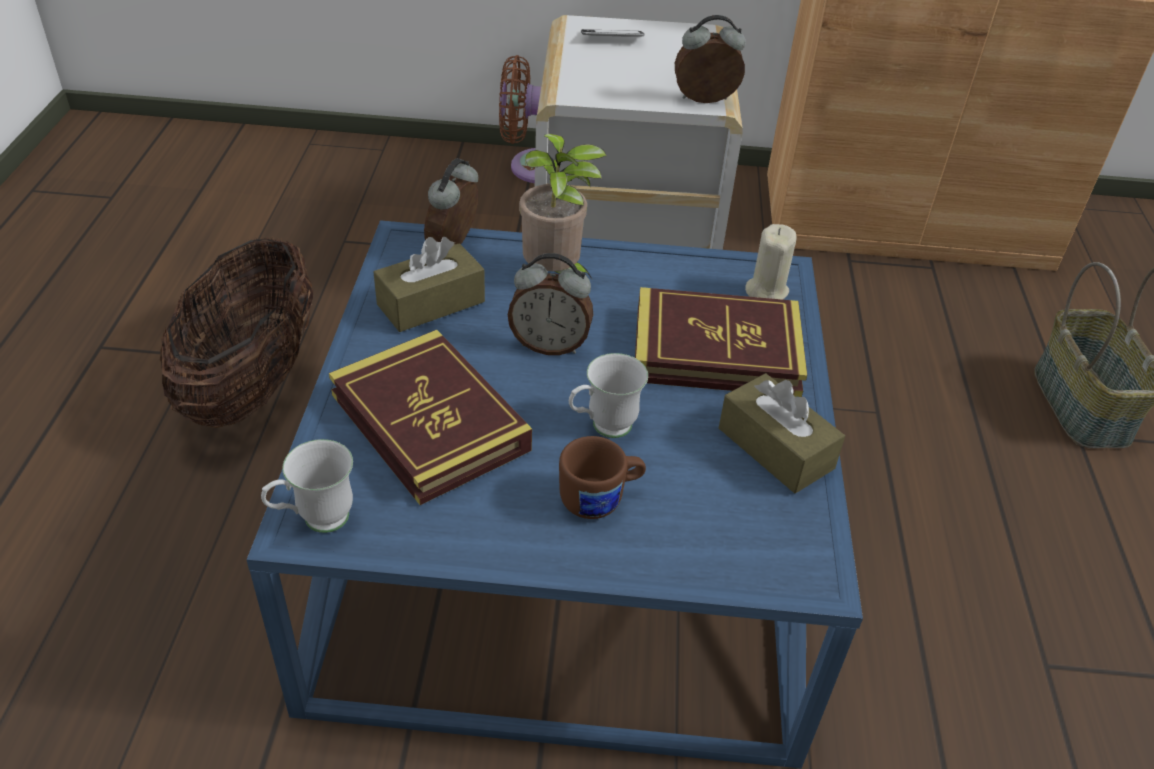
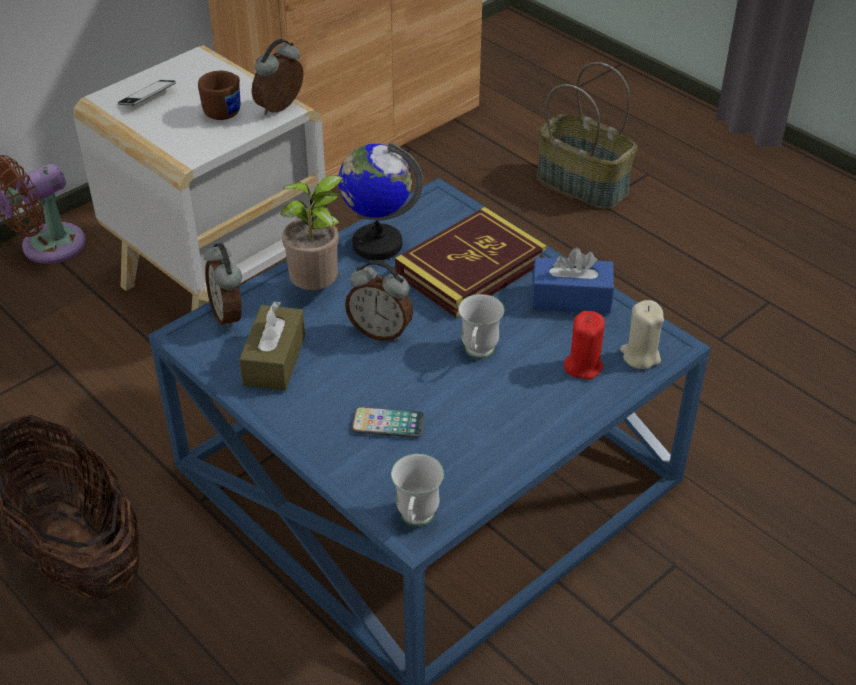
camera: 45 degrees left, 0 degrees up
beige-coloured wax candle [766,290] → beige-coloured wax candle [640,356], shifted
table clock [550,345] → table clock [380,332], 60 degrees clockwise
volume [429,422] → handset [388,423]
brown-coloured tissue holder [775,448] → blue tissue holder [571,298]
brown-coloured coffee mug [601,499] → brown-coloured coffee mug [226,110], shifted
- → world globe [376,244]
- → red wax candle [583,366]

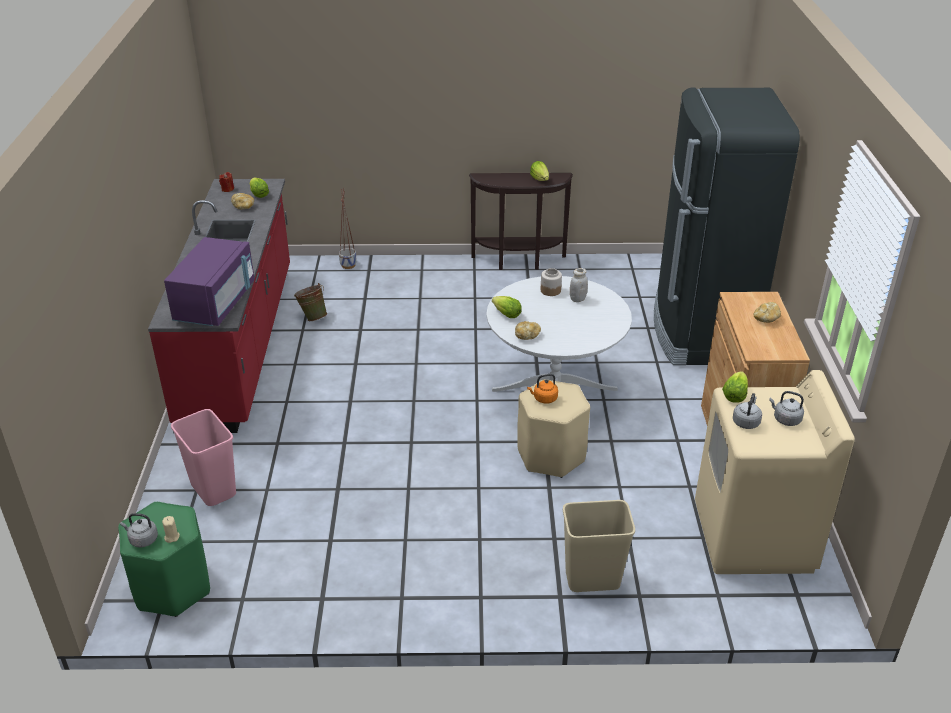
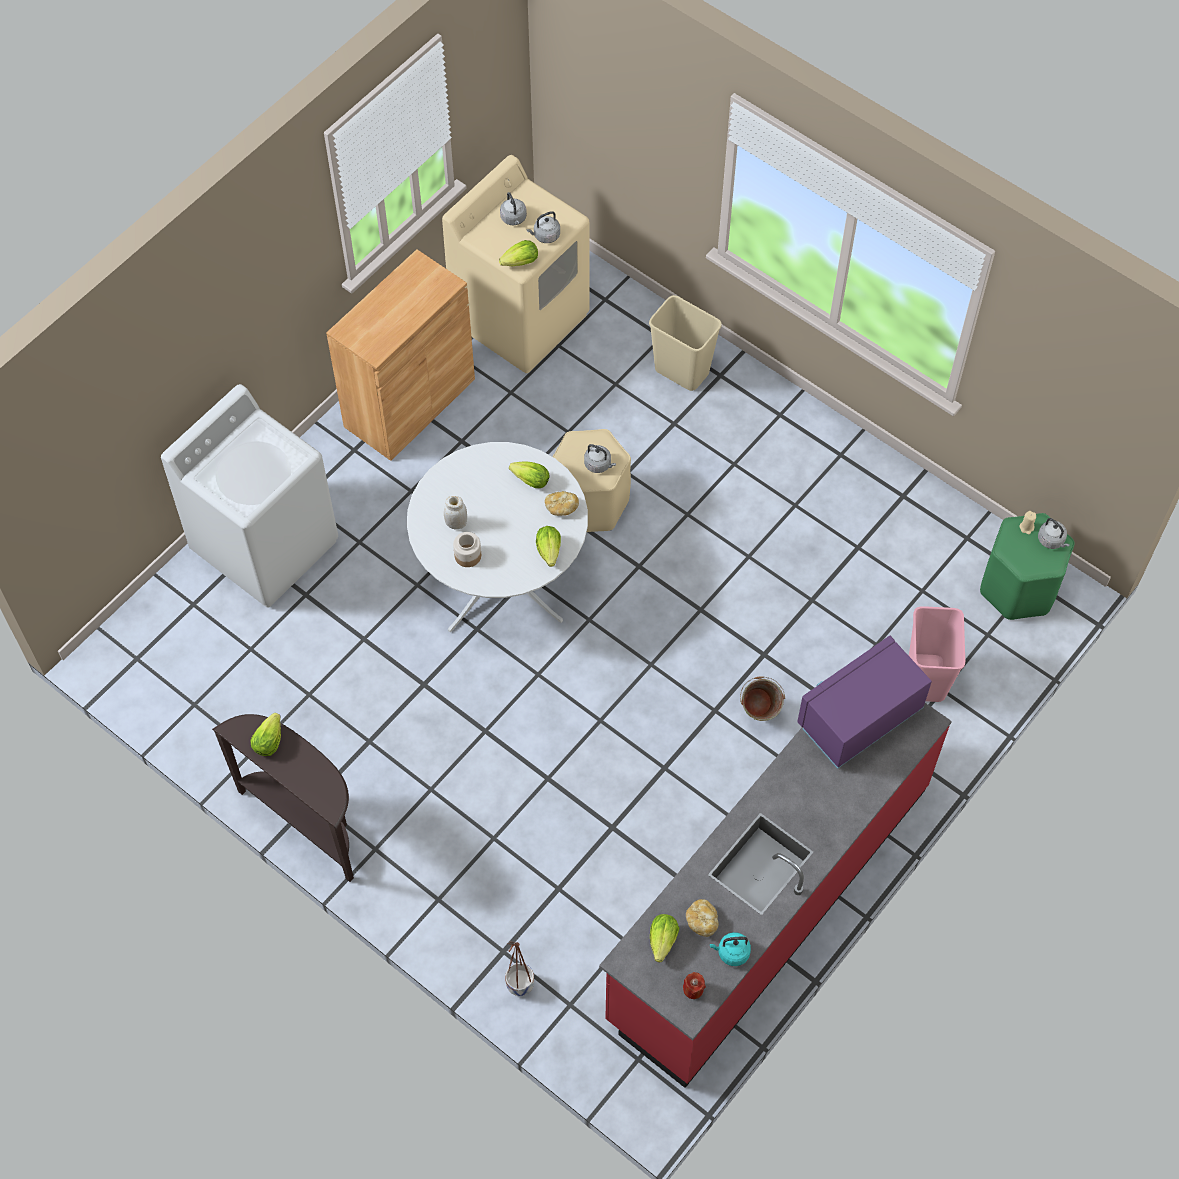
camera: 140 degrees left, 25 degrees up
blackish fridge [701,334] → white washing machine [266,545]
green pail [312,317] → green pail [758,715], shifted
bread [766,319] → -
orange kettle [544,399] → greyish kettle [599,465]
- → lettuce [531,481]
- → turquoise-coloured kettle [731,953]

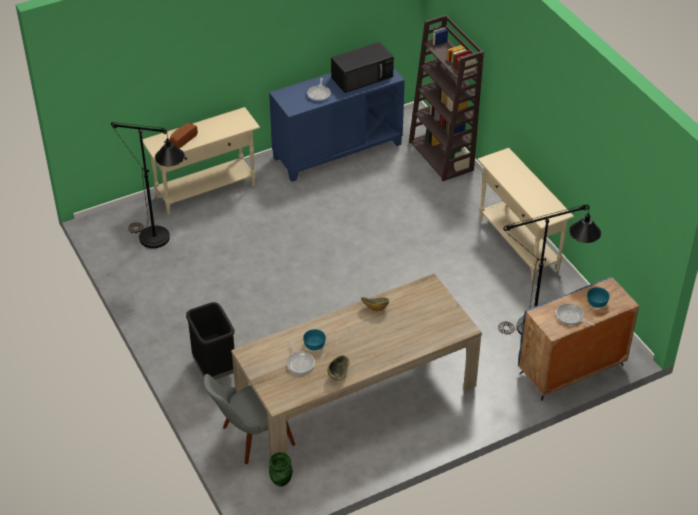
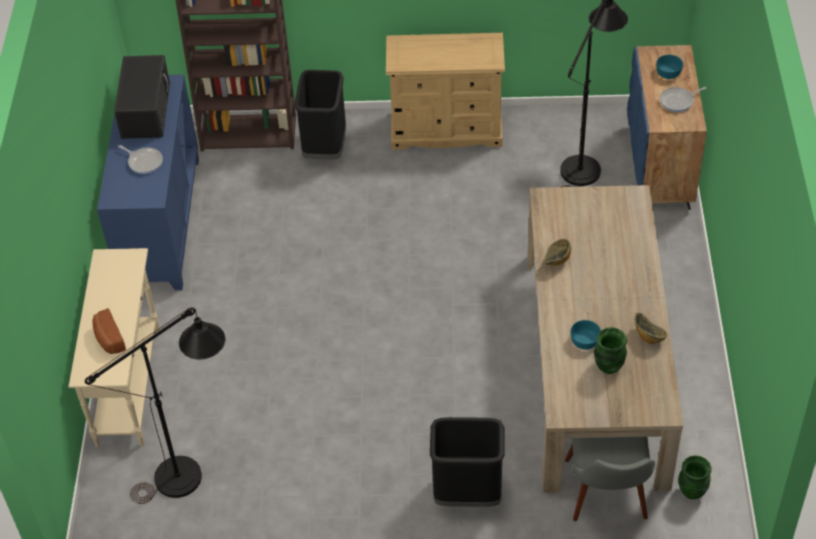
camera: 60 degrees left, 5 degrees up
beige-coloured hall table [518,245] → beige-coloured drawer chest [446,129]
pan [300,363] → green decorative vase [608,366]
- → blackish rubbish bin [324,148]

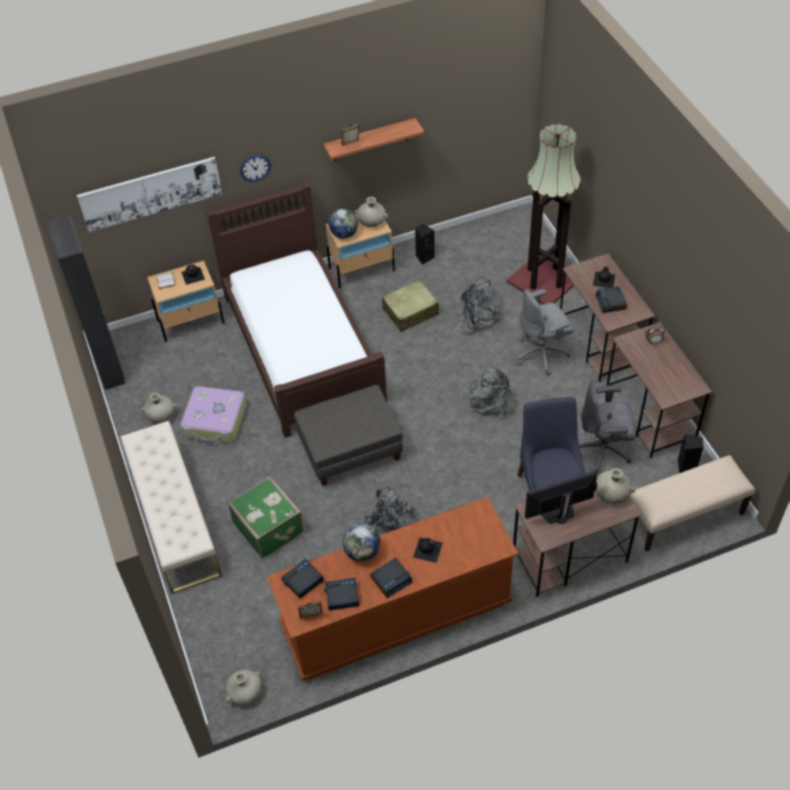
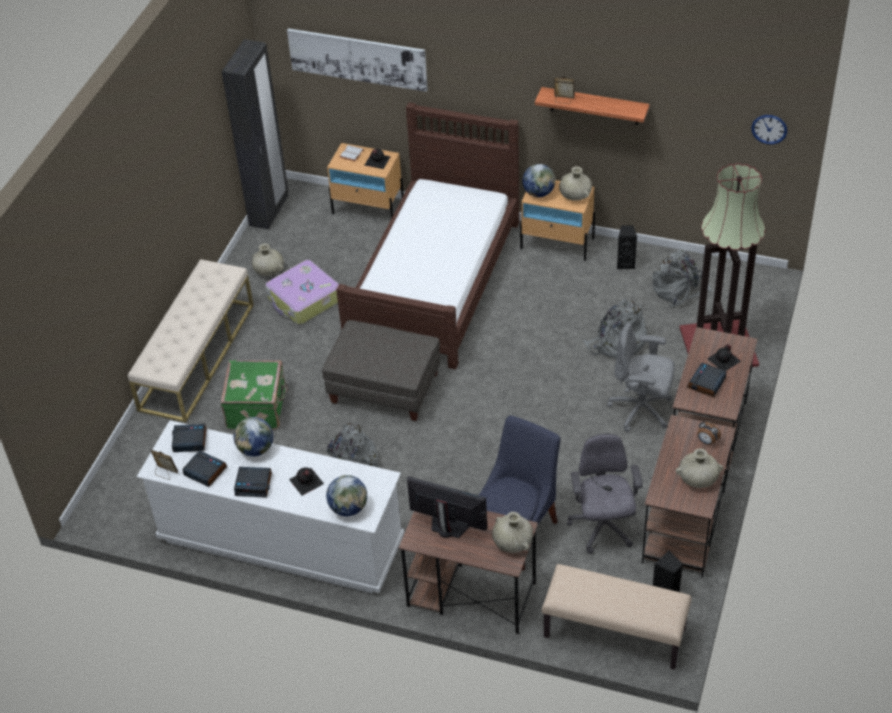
camera: 40 degrees right, 5 degrees down
wall clock [255,168] → wall clock [769,129], shifted
beige-coloured suitcase [410,312] → -
greyish backpack [492,399] → greyish backpack [679,289], shifted
greyish desk chair [603,451] → greyish desk chair [603,528], 45 degrees clockwise
brown-coloured drawer chest [396,614] → white drawer chest [281,540]
beige-coloured decorative vase [245,692] → beige-coloured decorative vase [698,479], shifted
- → world globe [348,508]

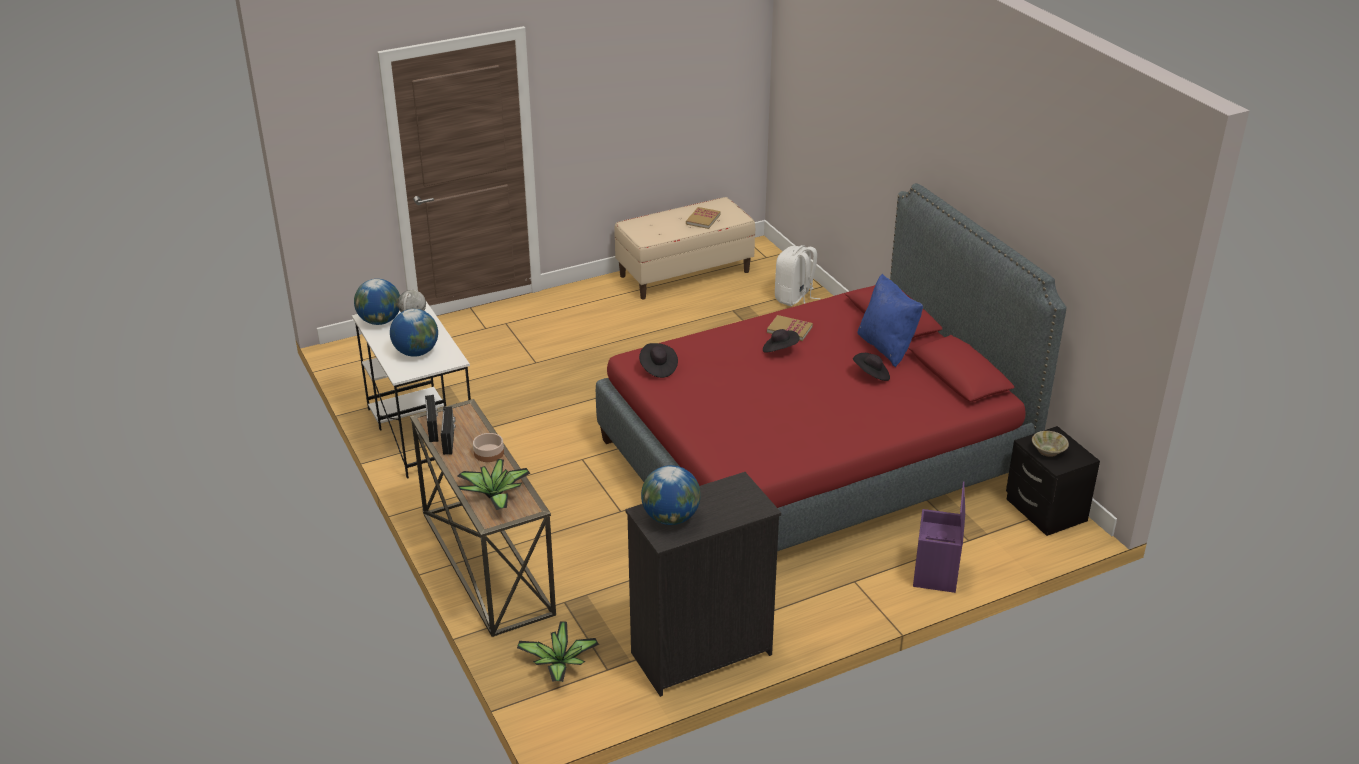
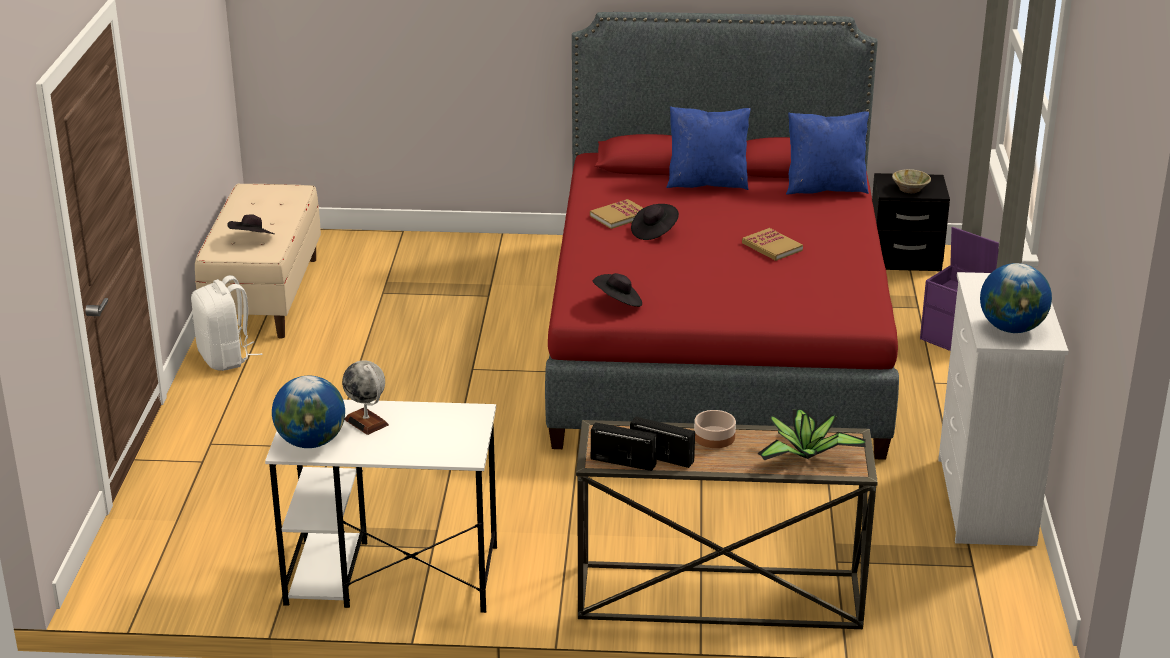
camera: 60 degrees left, 5 degrees down
volume [703,219] → volume [772,247], shifted
white backpack [795,298] → white backpack [226,358], shifted
world globe [416,352] → -
blackish hat [871,375] → blackish hat [252,239], shifted
blackish drawer chest [699,653] → white drawer chest [984,502]
plant in a pot [560,664] → -
- → blue throw pillow [825,188]

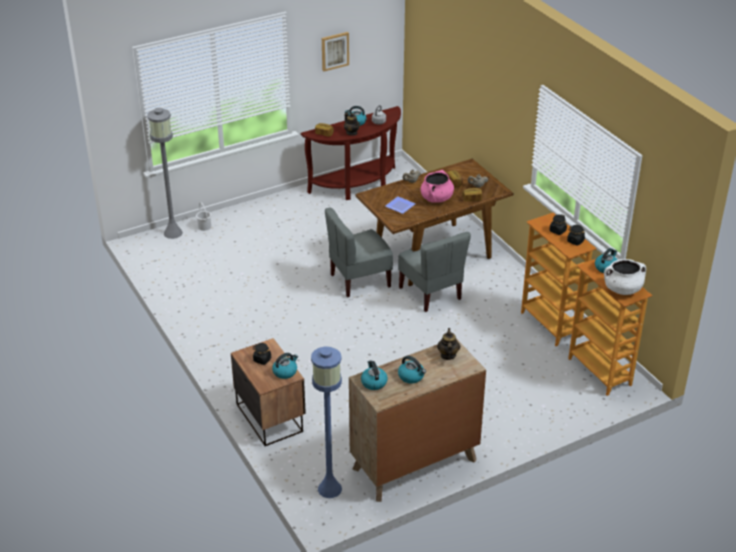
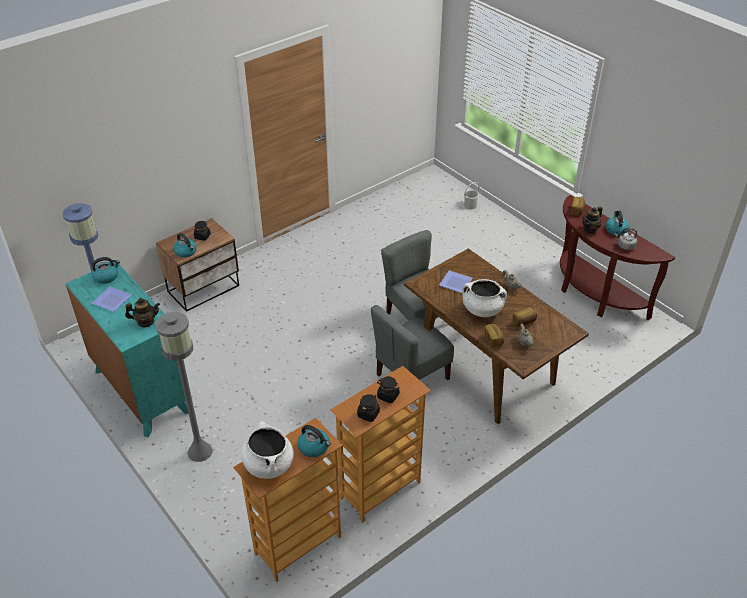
camera: 80 degrees right, 5 degrees up
wall picture [334,51] → -
greyish standing lamp [173,233] → greyish standing lamp [200,451], shifted
pinkish stockpot [436,198] → white stockpot [482,310]
brown-coloured drawer chest [414,464] → turquoise-coloured drawer chest [142,391]
kettle [411,376] → flat dish [113,300]

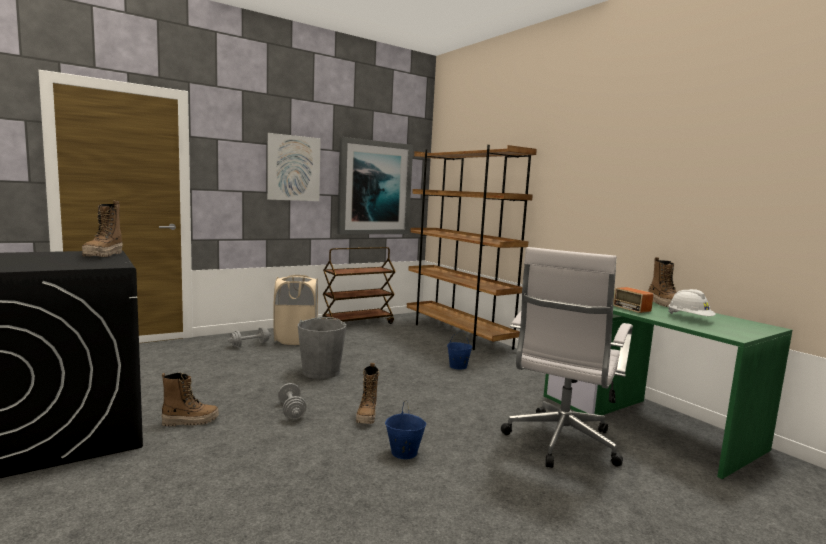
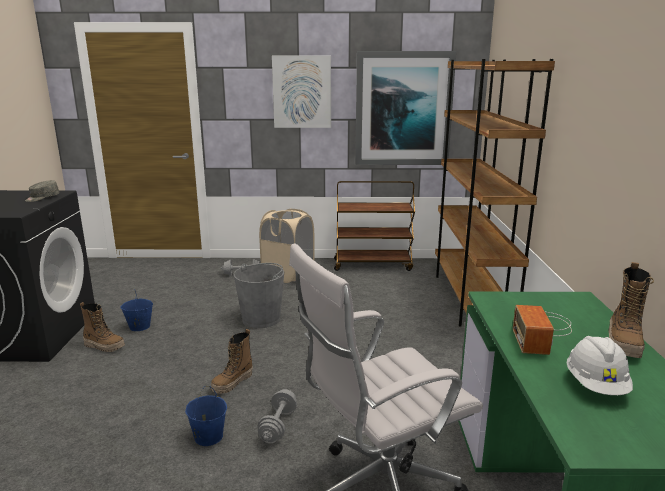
camera: 35 degrees right, 10 degrees up
high-top boot [104,255] → greyish cap [42,198]
blue pail [458,366] → blue pail [139,327], shifted
greyish hand weight [291,411] → greyish hand weight [278,426], shifted

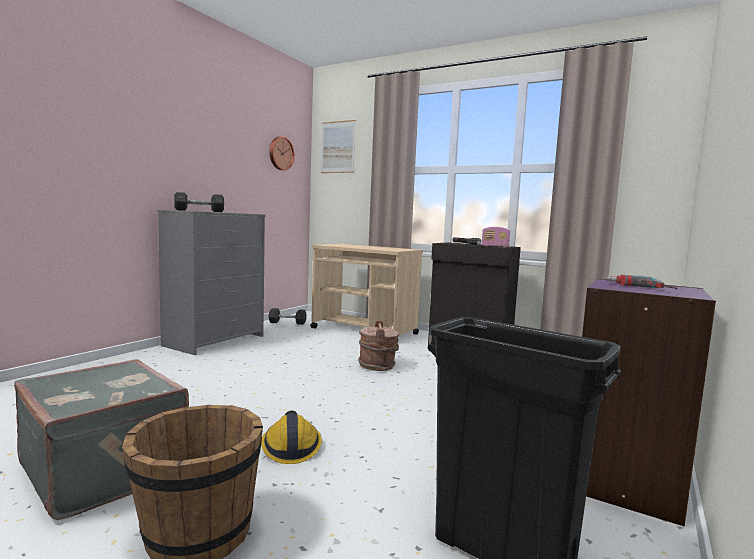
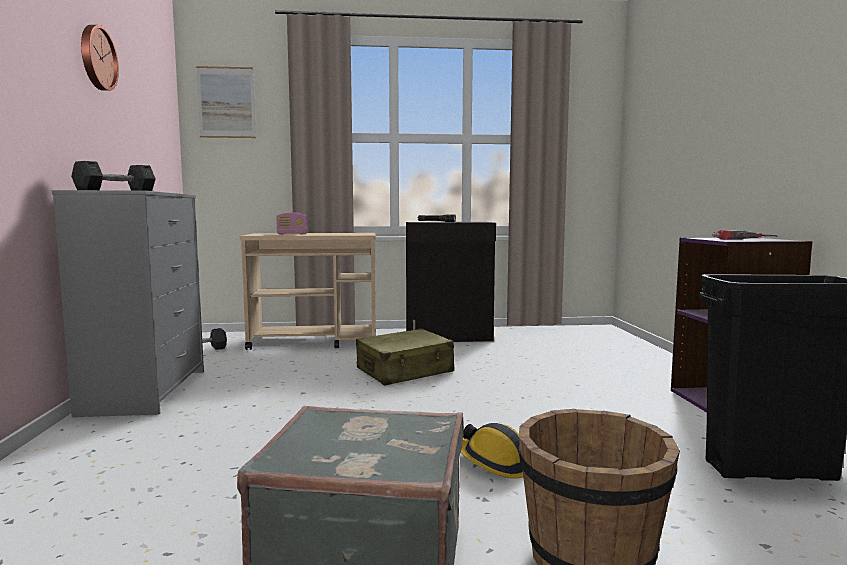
camera: 35 degrees left, 0 degrees up
wall clock [280,153] → wall clock [96,58], shifted
radio [495,246] → radio [291,234], shifted
brown-coloured pail [377,366] → beige-coloured suitcase [405,371]

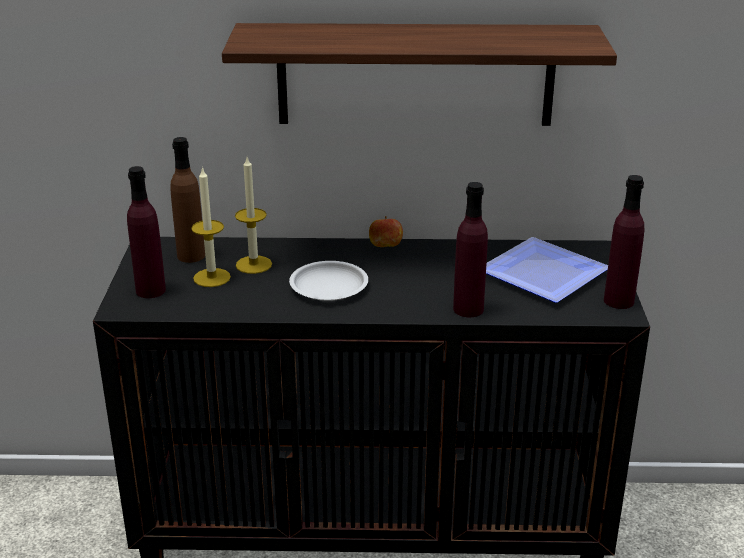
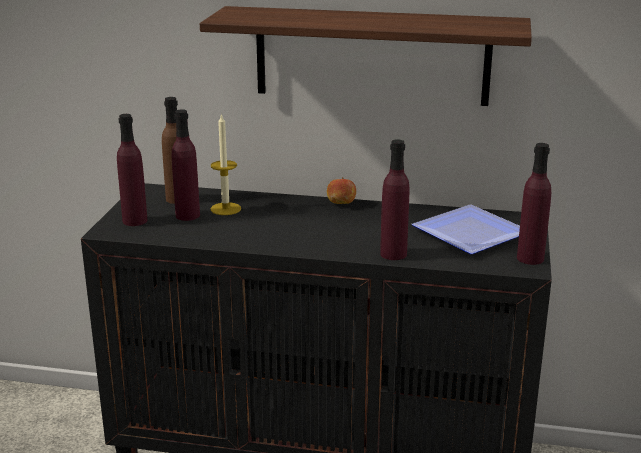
camera: 10 degrees right, 5 degrees down
wax candle [212,277] → purple-coloured bottle [187,215]
white flat dish [328,286] → -

